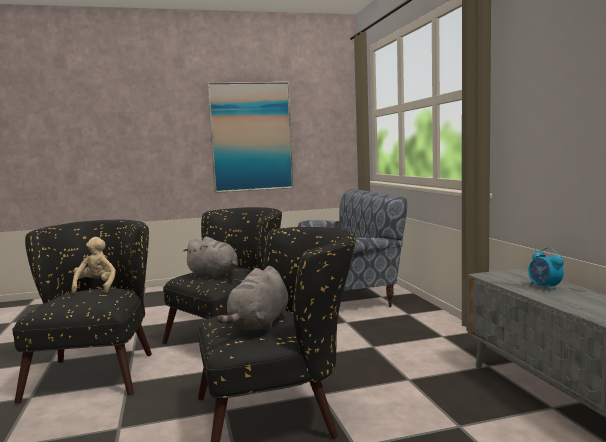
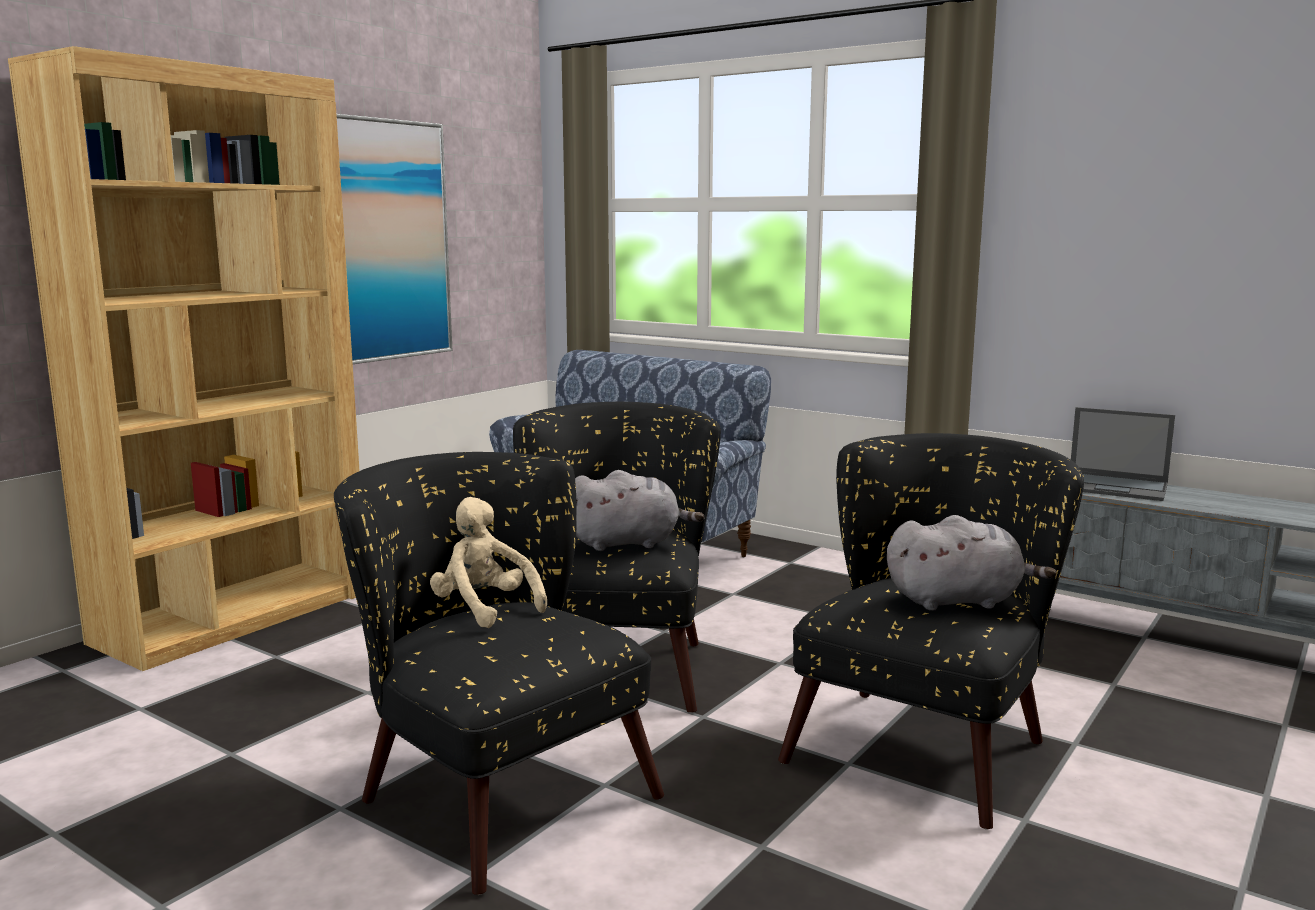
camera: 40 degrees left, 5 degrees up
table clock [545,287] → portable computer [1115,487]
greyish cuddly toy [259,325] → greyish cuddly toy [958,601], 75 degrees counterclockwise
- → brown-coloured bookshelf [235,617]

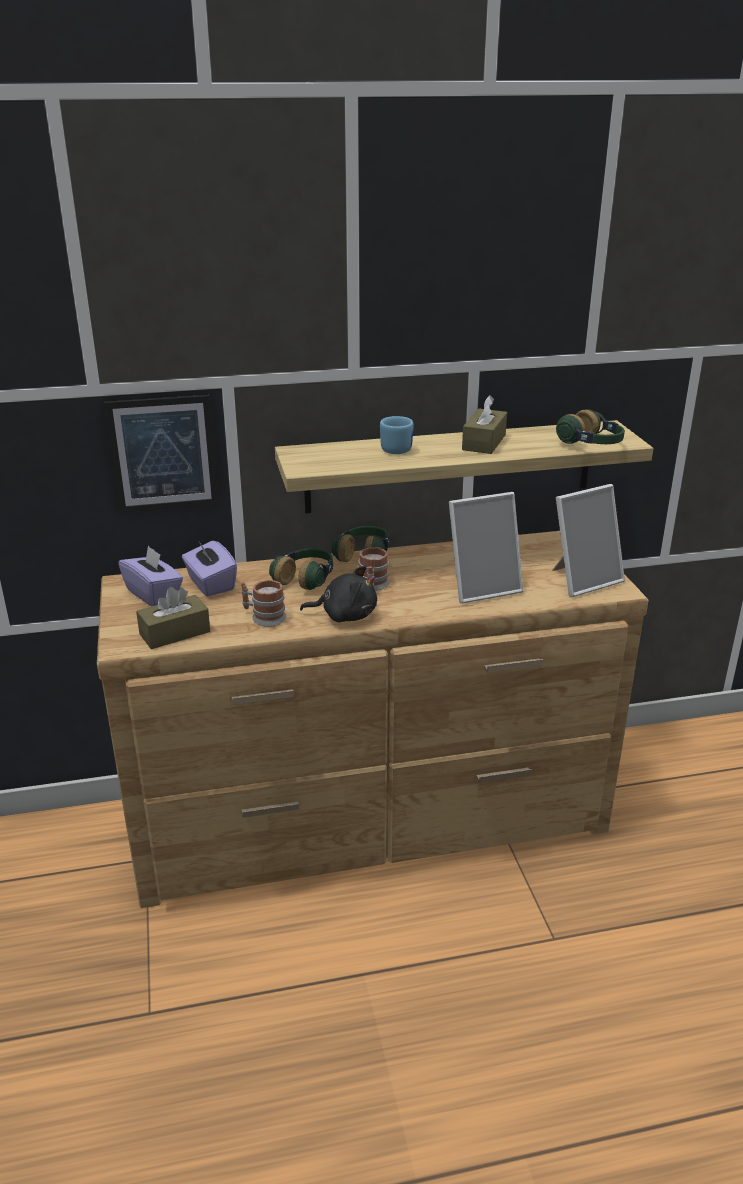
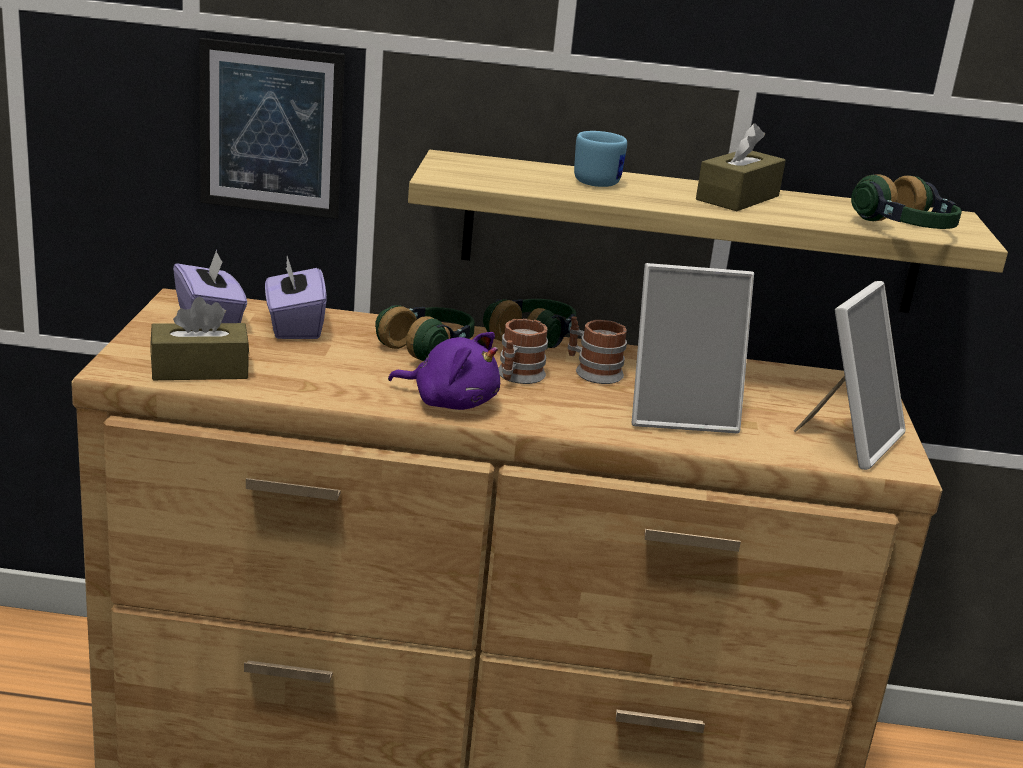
camera: 15 degrees right, 5 degrees down
picture frame [583,580] → picture frame [848,439], 45 degrees counterclockwise
blackish cuddly toy [345,615] → purple-coloured cuddly toy [450,402]
coffee mug [263,617] → coffee mug [592,371], shifted

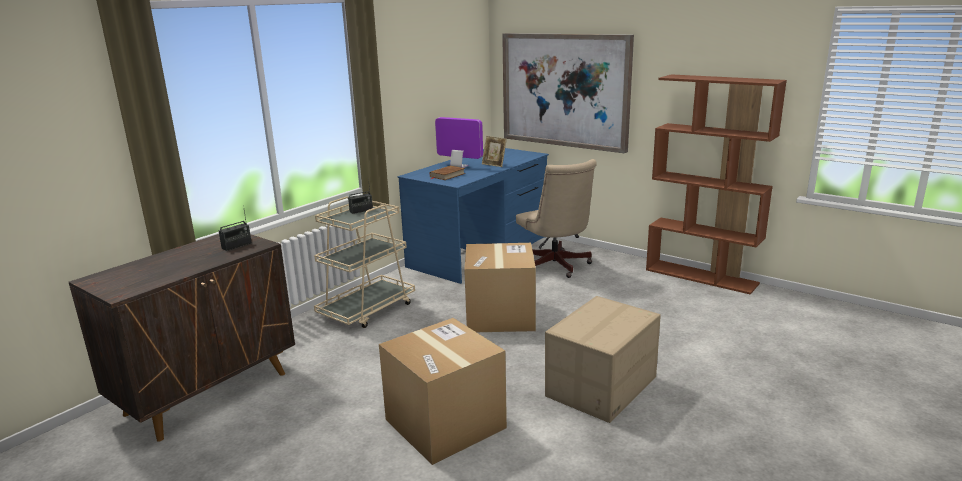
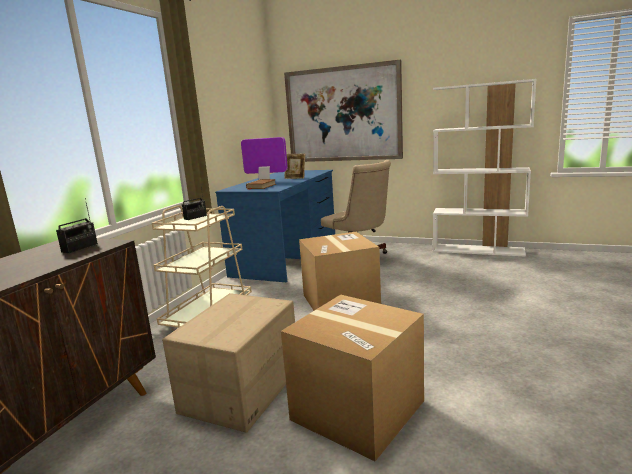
camera: 15 degrees left, 5 degrees down
brown-coloured bookshelf [701,276] → white bookshelf [478,250]
cardboard box [602,387] → cardboard box [242,390], shifted

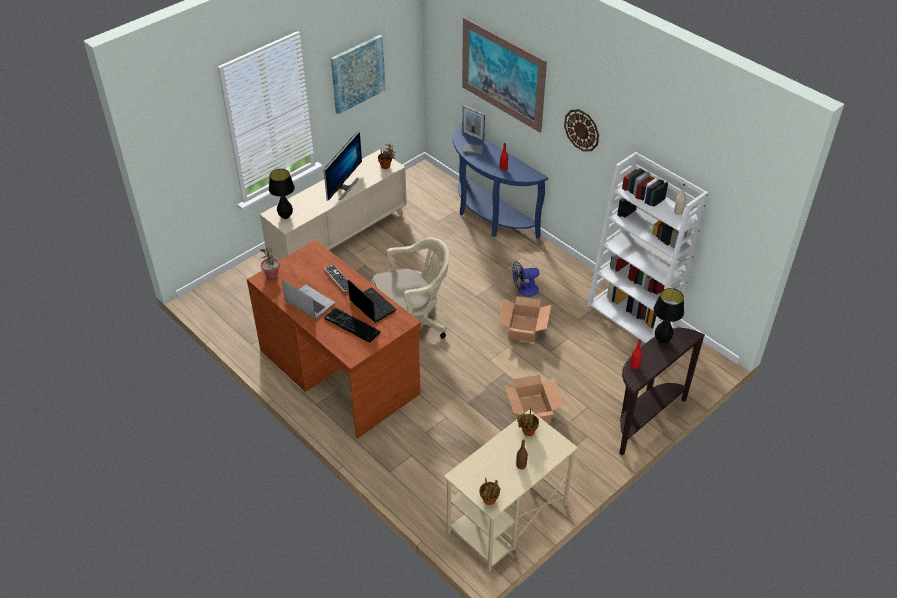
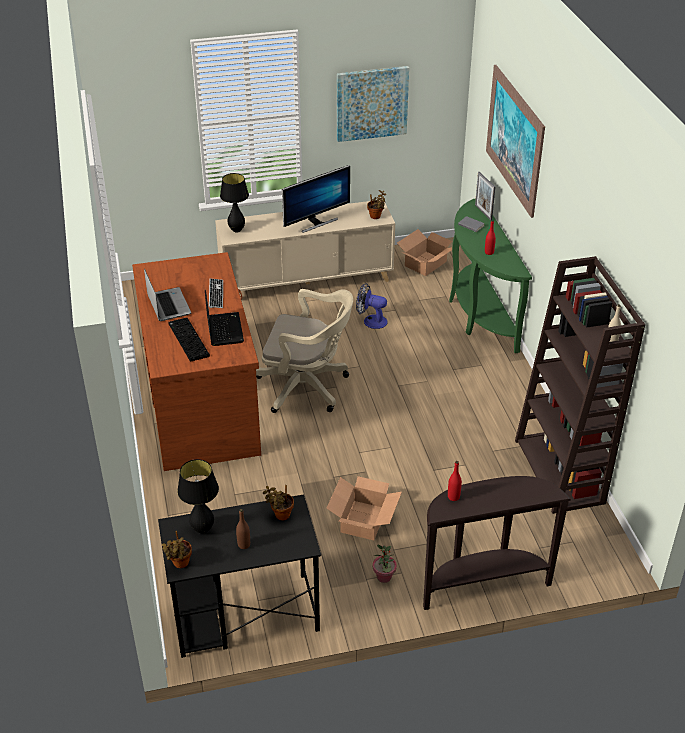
camera: 30 degrees right, 5 degrees down
wall clock [582,130] → -
blue hall table [489,217] → green hall table [478,314]
white bookshelf [633,316] → brown-coloured bookshelf [560,472]
plant in a pot [272,274] → plant in a pot [384,577], shifted
electric fan [524,290] → electric fan [371,321], shifted
blackish lamp for a table [662,340] → blackish lamp for a table [202,529], shifted
cardboard box [524,328] → cardboard box [426,263], shifted
beige-coloured desk table [506,519] → blackish desk table [244,615]

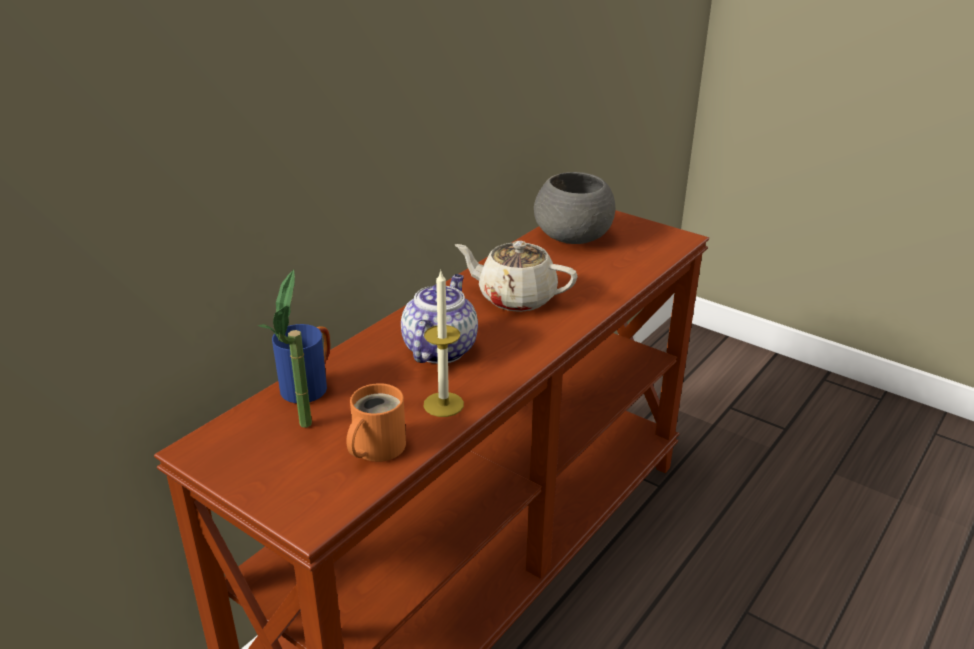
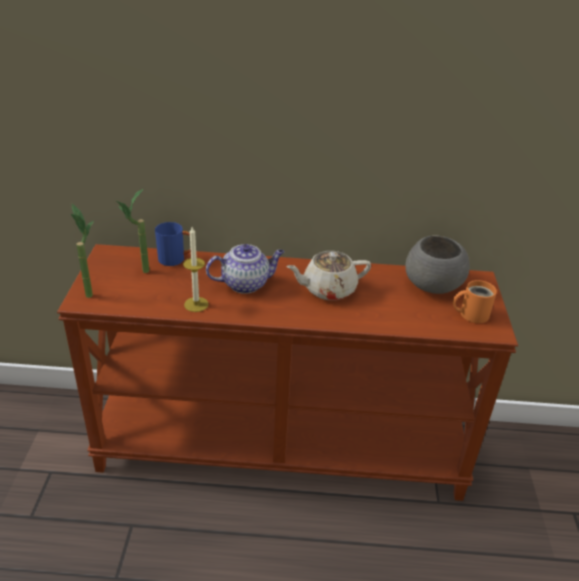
camera: 55 degrees right, 5 degrees up
beige-coloured pot for tea [515,298] → beige-coloured pot for tea [328,289], 90 degrees counterclockwise
orange coffee mug [375,447] → orange coffee mug [471,313], shifted
- → plant in a pot [89,291]

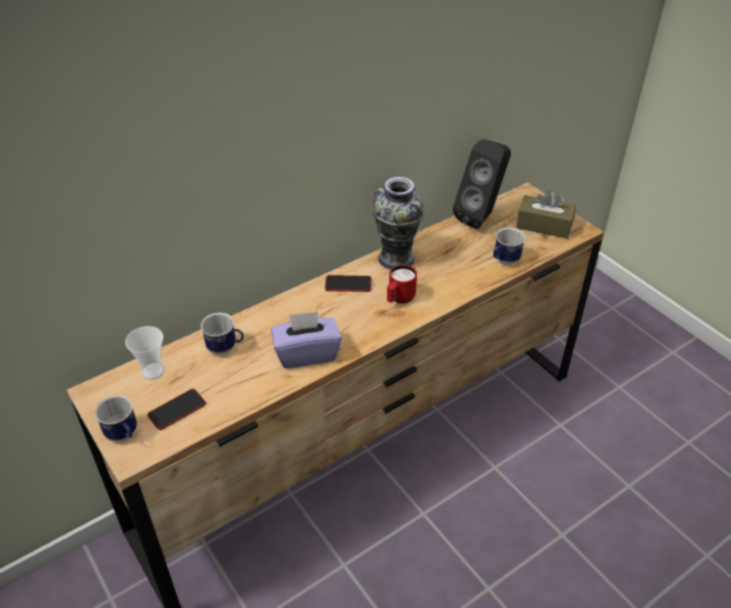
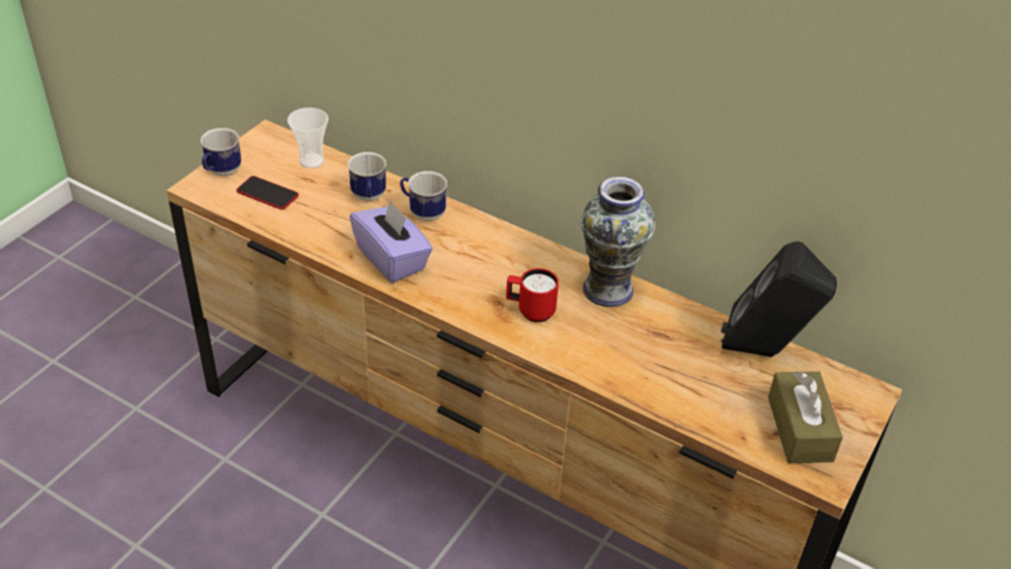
camera: 65 degrees right, 0 degrees up
coffee mug [504,261] → coffee mug [422,212], shifted
handset [348,284] → -

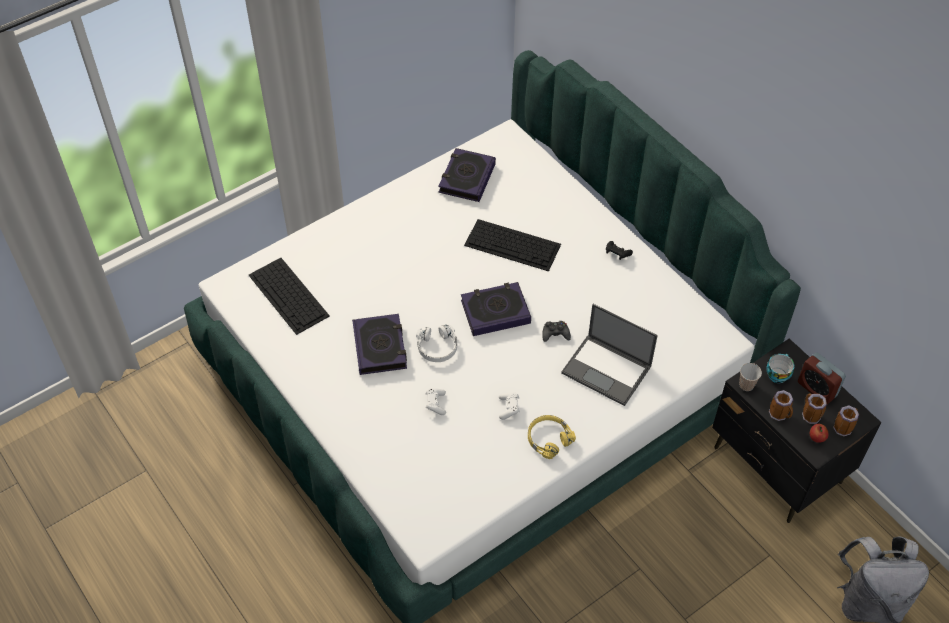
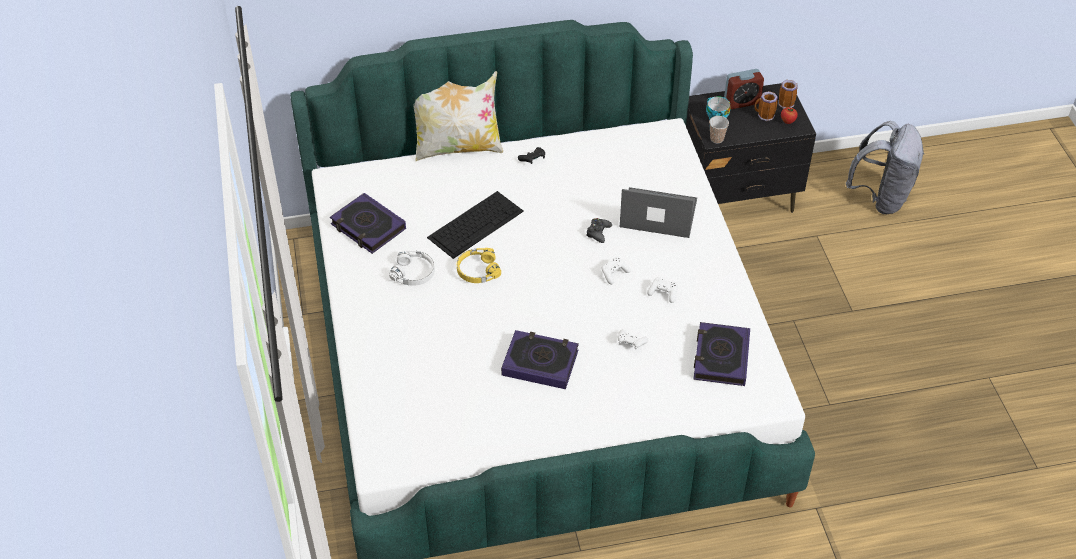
camera: 65 degrees left, 5 degrees down
computer keyboard [289,296] → -
volume [495,312] → volume [721,357], shifted
portable computer [607,370] → portable computer [657,214], 135 degrees counterclockwise
white pair of headphones [437,347] → white pair of headphones [414,273], shifted
coffee mug [780,414] → -
yellowish pair of headphones [548,438] → yellowish pair of headphones [477,270], shifted
- → throw pillow [457,147]
- → white joypad [614,274]

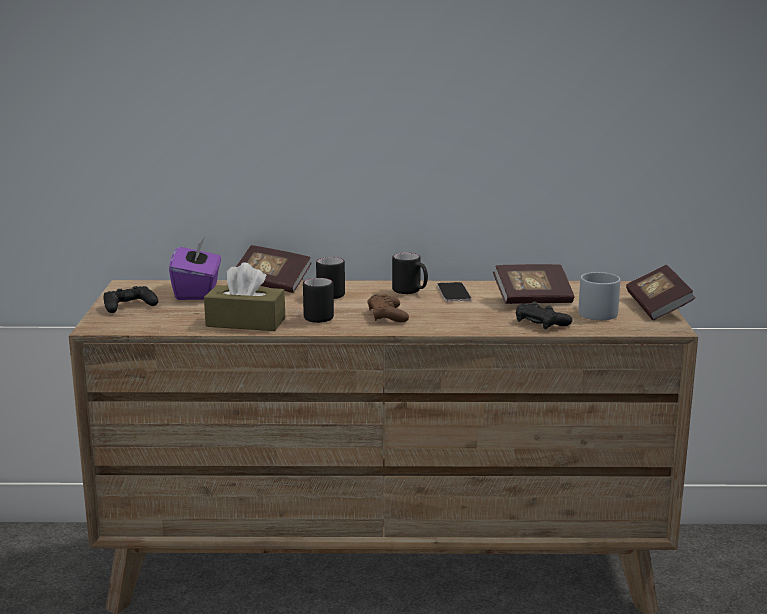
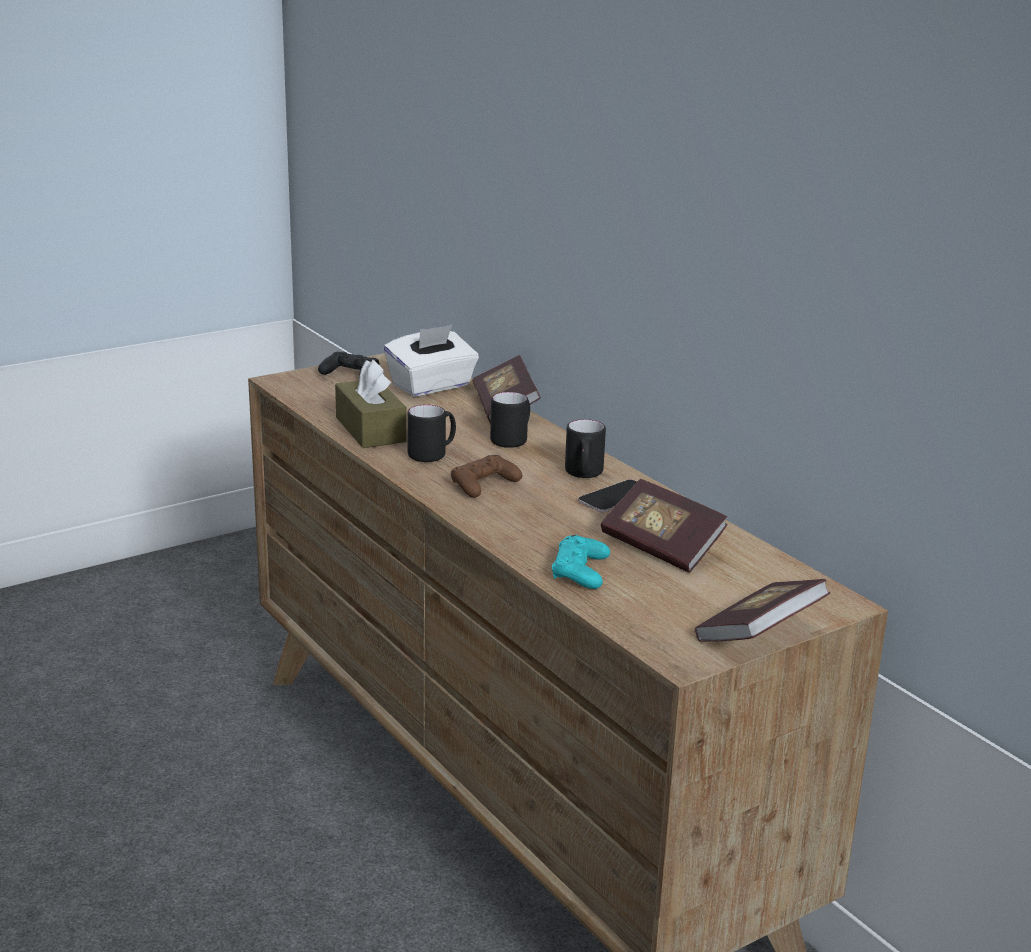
camera: 55 degrees right, 5 degrees up
purple-coloured tissue holder [197,292] → white tissue holder [431,386]
greyish coffee mug [594,311] → -
blackish joypad [541,323] → turquoise-coloured joypad [580,571]

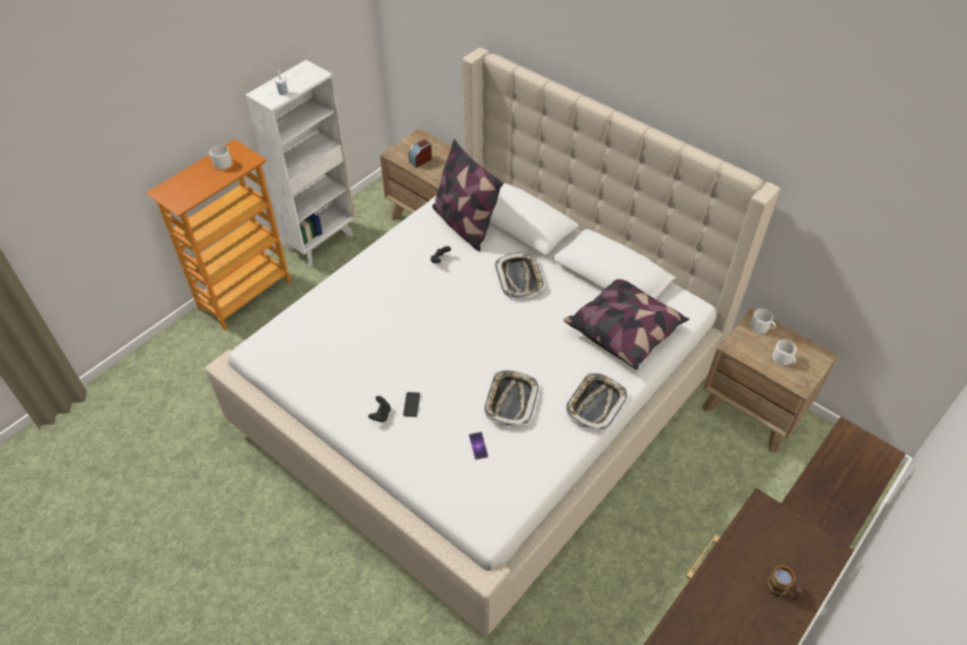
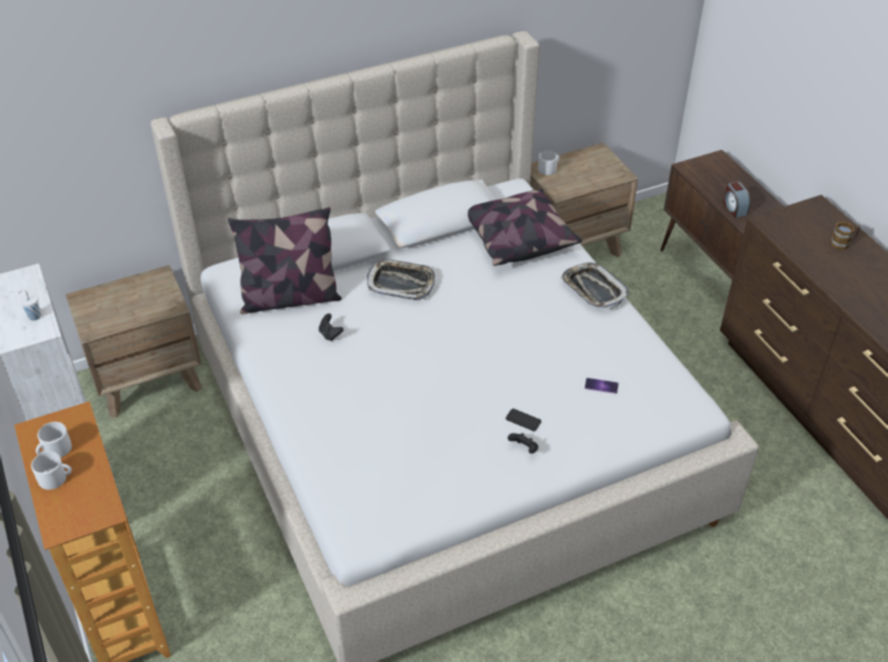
camera: 65 degrees left, 5 degrees down
table clock [420,160] → table clock [734,208], shifted
white coffee mug [783,359] → white coffee mug [56,478], shifted
serving tray [510,401] → -

